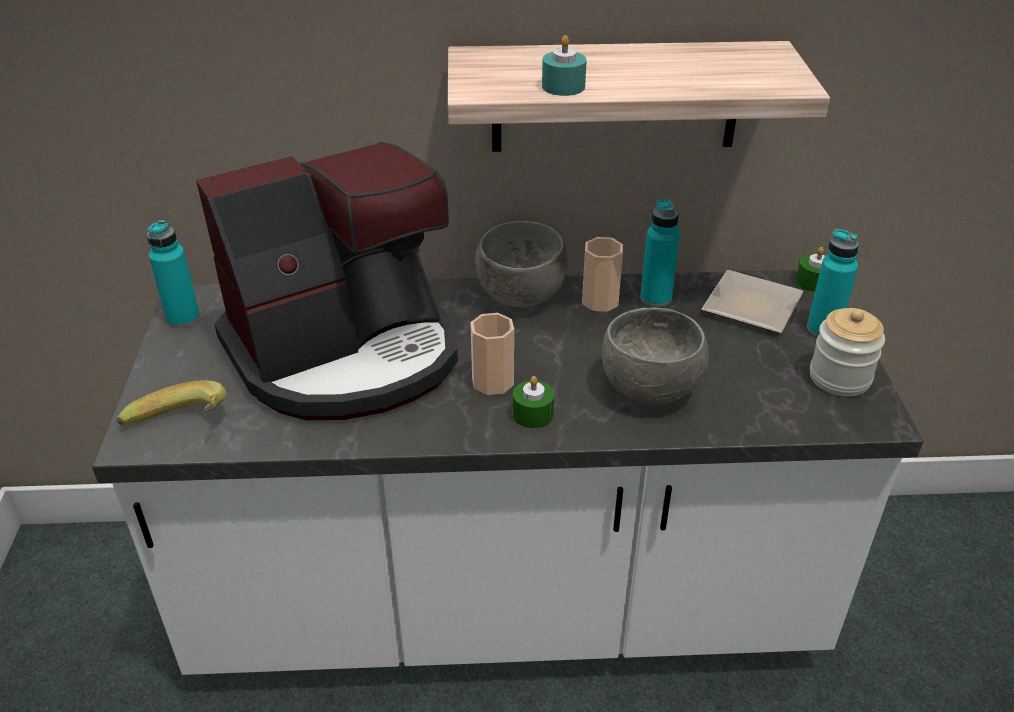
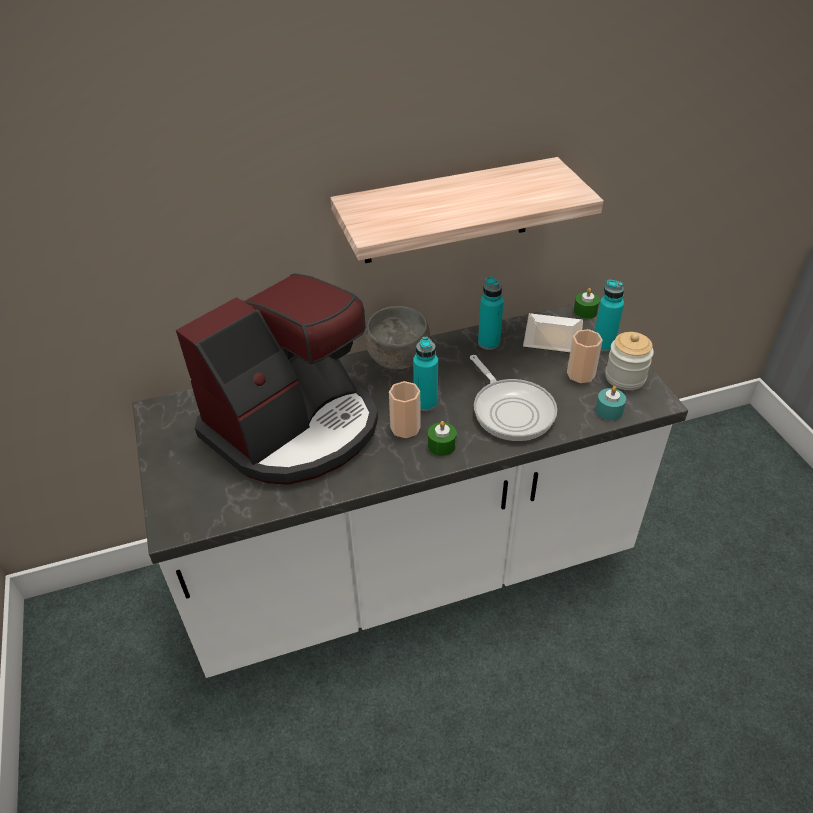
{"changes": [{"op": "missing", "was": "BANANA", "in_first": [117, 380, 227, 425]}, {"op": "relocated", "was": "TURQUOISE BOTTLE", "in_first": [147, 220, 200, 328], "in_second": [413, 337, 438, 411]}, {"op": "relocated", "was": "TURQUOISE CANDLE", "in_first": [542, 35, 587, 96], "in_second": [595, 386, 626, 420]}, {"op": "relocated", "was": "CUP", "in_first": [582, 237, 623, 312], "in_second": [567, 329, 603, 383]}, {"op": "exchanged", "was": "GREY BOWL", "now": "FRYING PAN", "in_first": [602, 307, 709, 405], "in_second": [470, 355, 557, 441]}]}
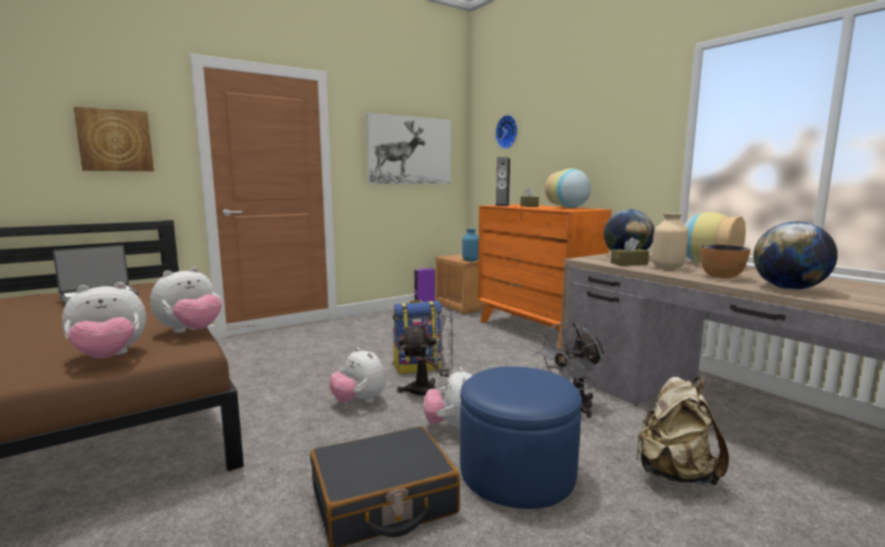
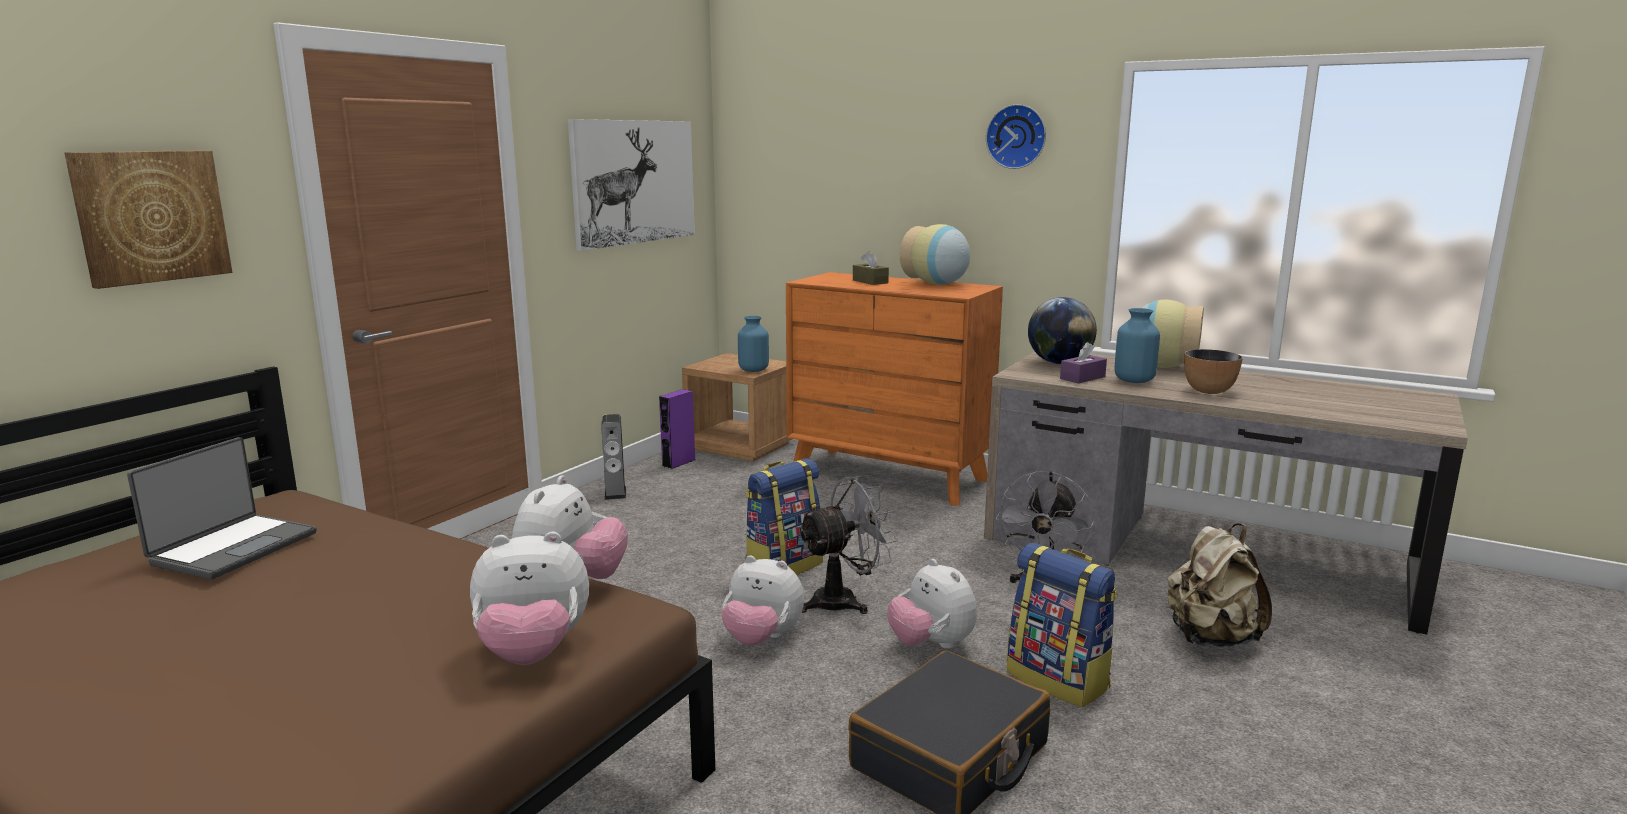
{"changes": [{"op": "spun", "was": "PLUSH TOY", "in_first": [62, 282, 146, 358], "in_second": [470, 532, 589, 665], "clockwise": 45}, {"op": "exchanged", "was": "BLUE OTTOMAN", "now": "BACKPACK", "in_first": [460, 366, 582, 509], "in_second": [1007, 543, 1117, 708]}, {"op": "relocated", "was": "WALL CLOCK", "in_first": [495, 115, 518, 149], "in_second": [986, 104, 1046, 169]}, {"op": "relocated", "was": "SPEAKER", "in_first": [495, 157, 510, 206], "in_second": [601, 414, 626, 500]}, {"op": "colour", "was": "BROWN TISSUE BOX", "now": "PURPLE TISSUE BOX", "in_first": [611, 237, 649, 266], "in_second": [1060, 342, 1107, 383]}, {"op": "colour", "was": "BEIGE VASE", "now": "BLUE VASE", "in_first": [652, 213, 688, 269], "in_second": [1114, 308, 1160, 383]}, {"op": "missing", "was": "GLOBE", "in_first": [753, 222, 838, 290]}]}
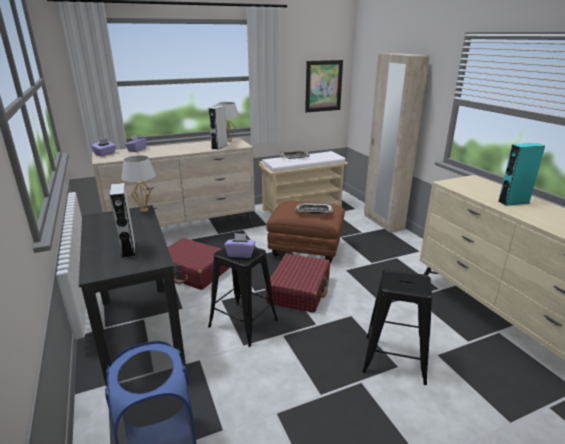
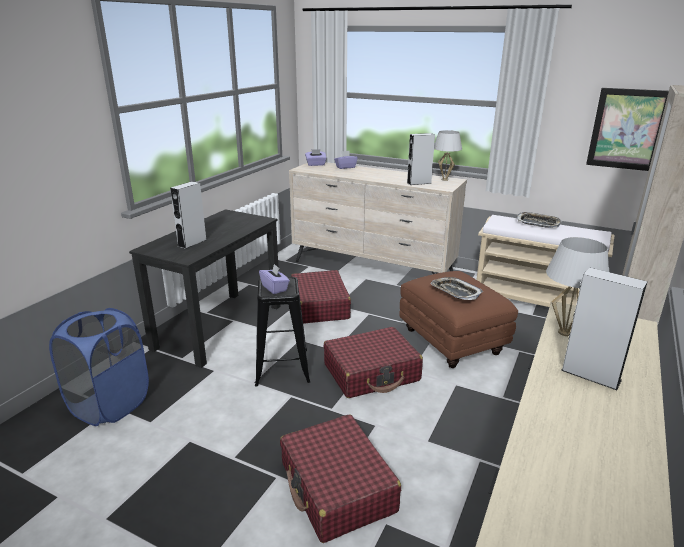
{"changes": [{"op": "relocated", "was": "WHITE TABLE LAMP", "in_first": [122, 155, 156, 212], "in_second": [546, 237, 609, 336]}, {"op": "exchanged", "was": "BLACK STOOL", "now": "RED SUITCASE", "in_first": [362, 270, 432, 385], "in_second": [280, 414, 401, 543]}, {"op": "colour", "was": "TURQUOISE SPEAKER", "now": "GREY SPEAKER", "in_first": [498, 143, 545, 206], "in_second": [561, 267, 648, 390]}]}
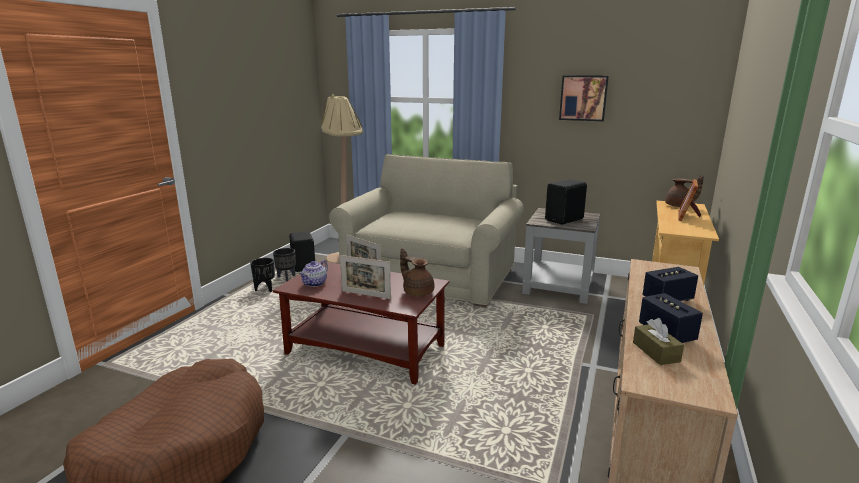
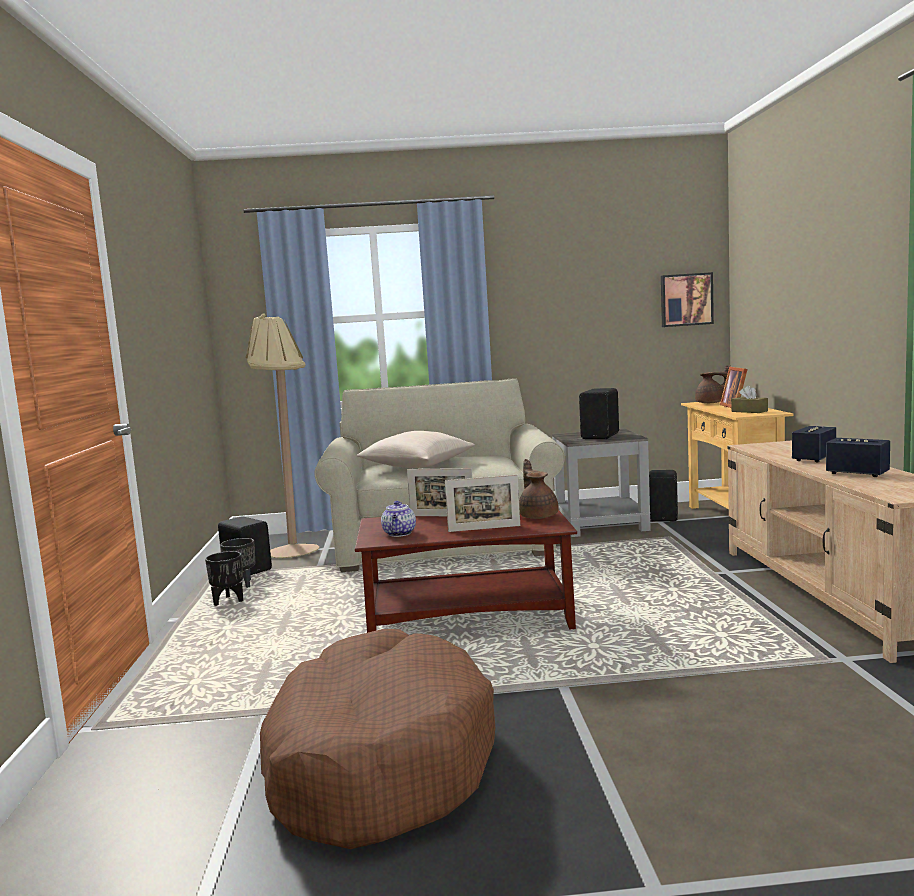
{"changes": [{"op": "spun", "was": "BROWN TEAPOT", "in_first": [400, 248, 434, 297], "in_second": [519, 459, 559, 519], "clockwise": 60}, {"op": "relocated", "was": "PICTURE", "in_first": [559, 75, 609, 121], "in_second": [661, 272, 714, 327]}, {"op": "relocated", "was": "BROWN TISSUE BOX", "in_first": [633, 318, 684, 365], "in_second": [731, 386, 768, 413]}, {"op": "appeared", "now": "BEIGE PILLOW", "in_second": [356, 431, 475, 468]}, {"op": "appeared", "now": "BLACK SPEAKER", "in_second": [649, 470, 678, 522]}]}
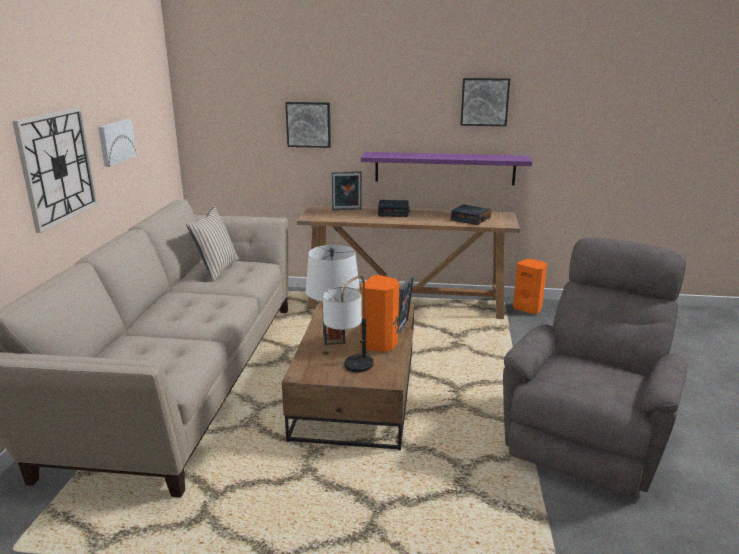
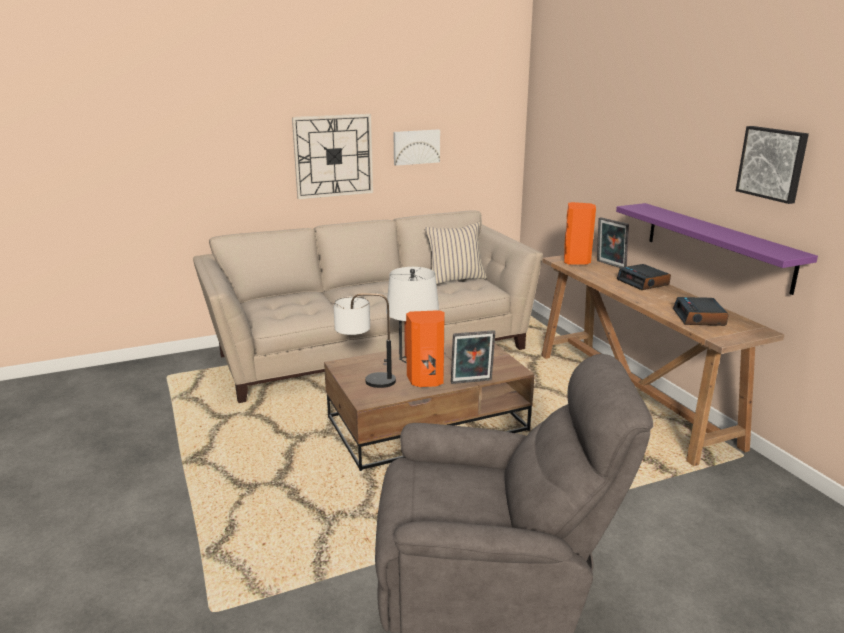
{"changes": [{"op": "missing", "was": "PICTURE", "in_first": [285, 102, 331, 148]}, {"op": "relocated", "was": "ORANGE SPEAKER", "in_first": [513, 259, 547, 314], "in_second": [564, 202, 596, 265]}]}
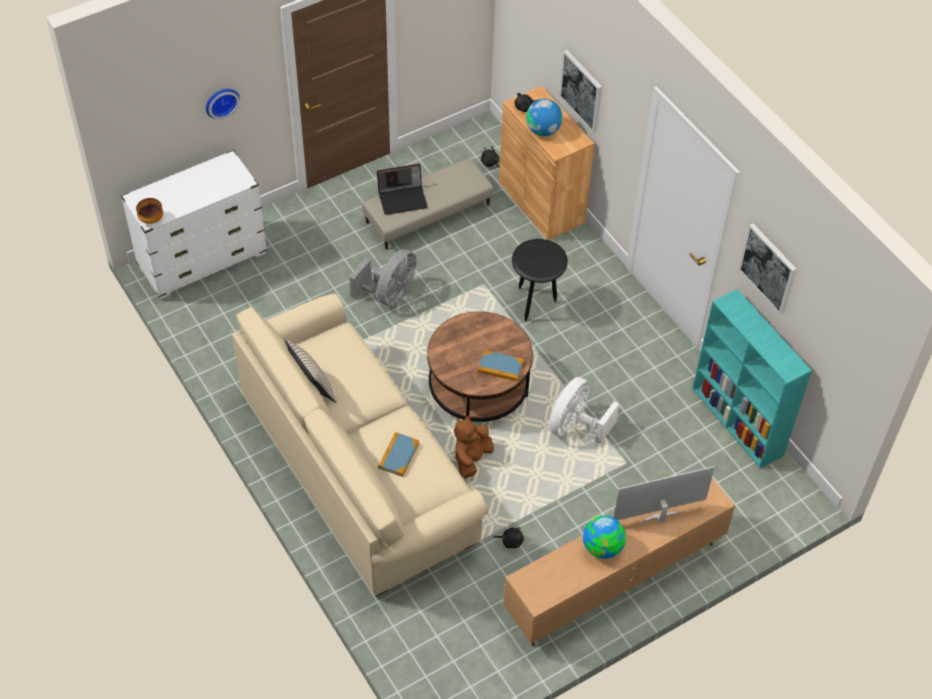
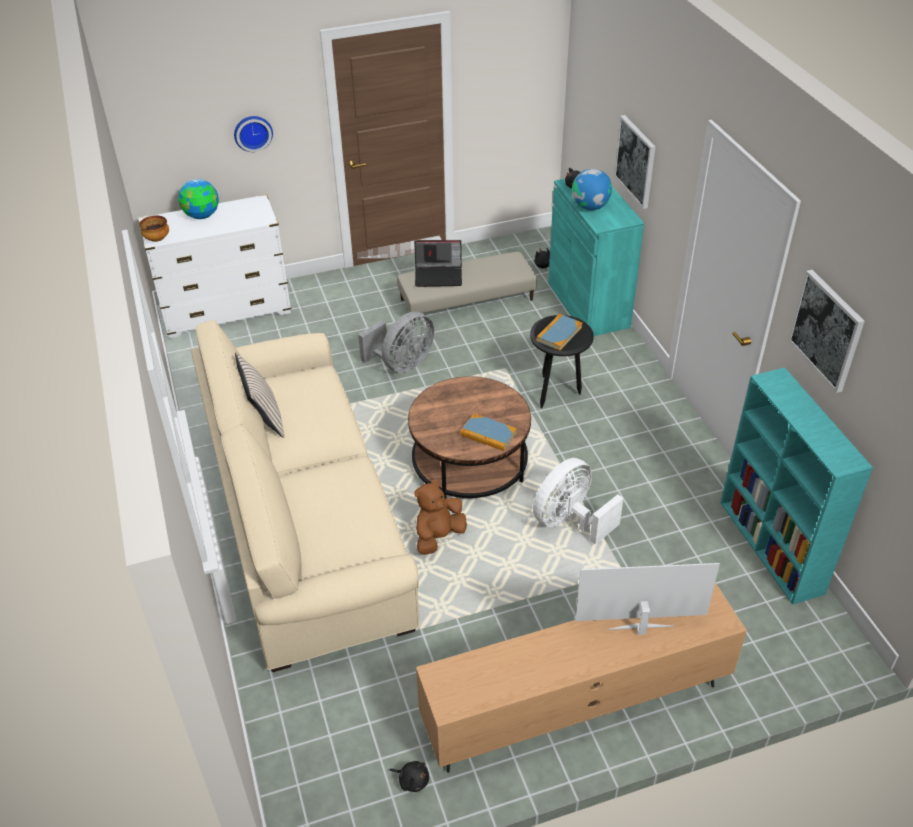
{"changes": [{"op": "relocated", "was": "BOOK", "in_first": [378, 432, 420, 477], "in_second": [536, 314, 583, 351]}, {"op": "relocated", "was": "BLACK PLUSH TOY", "in_first": [493, 527, 524, 549], "in_second": [390, 761, 429, 792]}, {"op": "colour", "was": "BROWN CABINET", "now": "TURQUOISE CABINET", "in_first": [499, 86, 595, 240], "in_second": [548, 179, 644, 336]}, {"op": "relocated", "was": "GLOBE", "in_first": [583, 515, 626, 559], "in_second": [178, 179, 219, 219]}]}
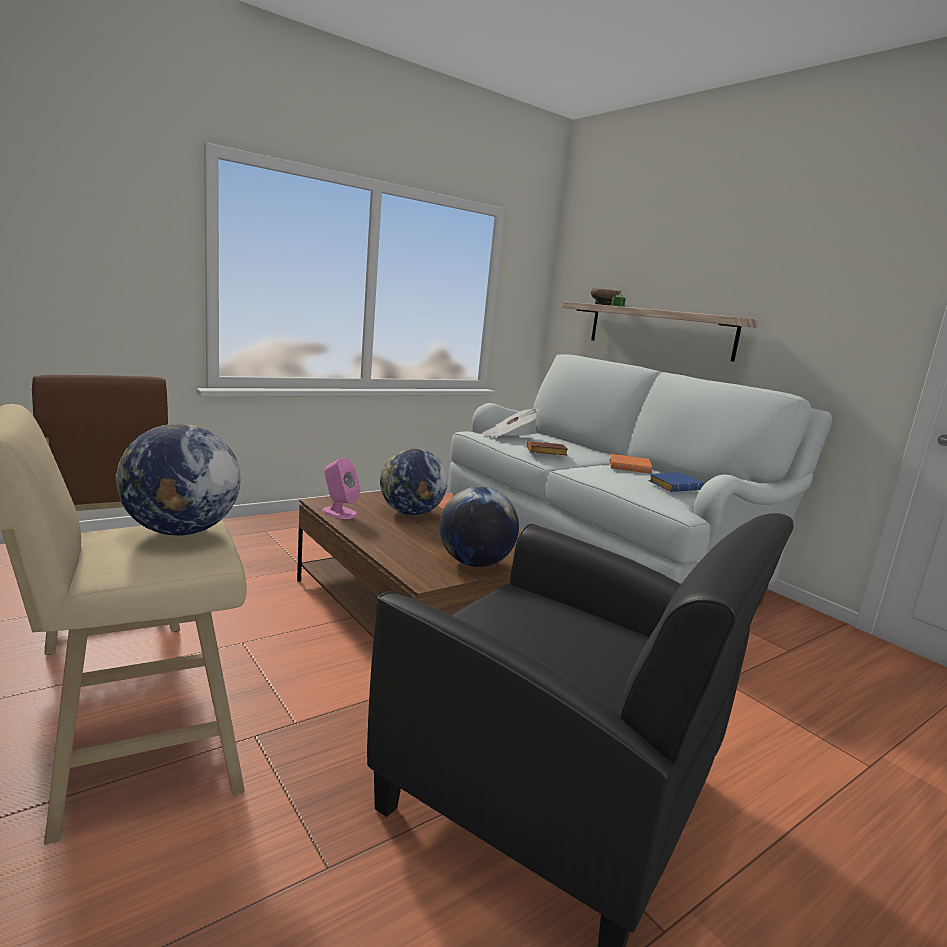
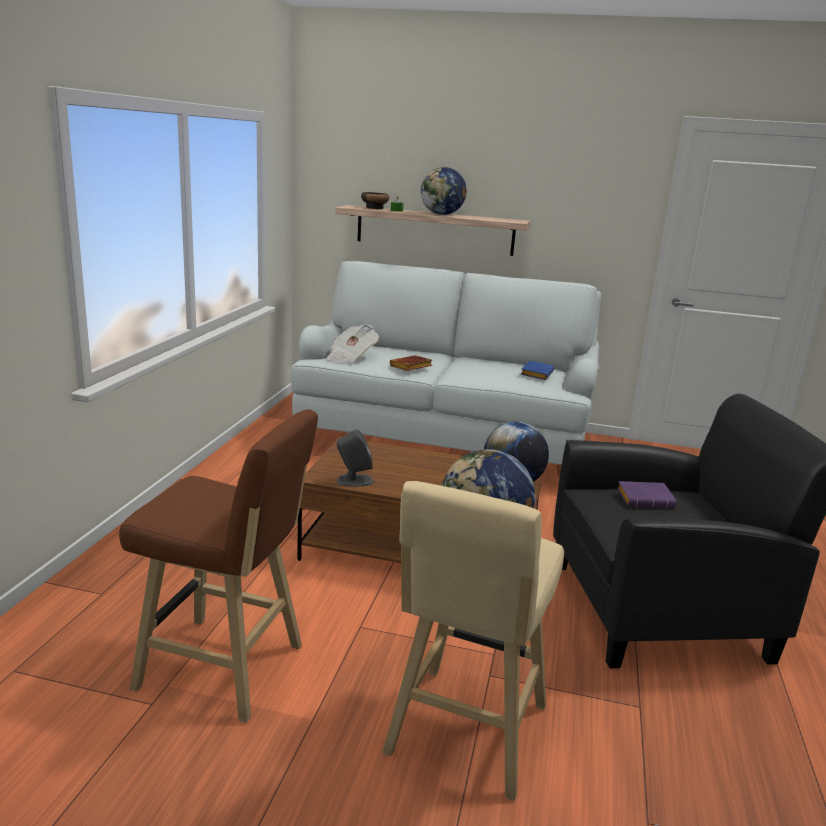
{"changes": [{"op": "colour", "was": "PINK SPEAKER", "now": "GREY SPEAKER", "in_first": [322, 458, 360, 519], "in_second": [337, 429, 373, 487]}, {"op": "relocated", "was": "GLOBE", "in_first": [380, 448, 448, 515], "in_second": [421, 167, 467, 215]}, {"op": "missing", "was": "ORANGE BOOK", "in_first": [609, 454, 652, 474]}, {"op": "appeared", "now": "PURPLE BOOK", "in_second": [617, 481, 676, 508]}]}
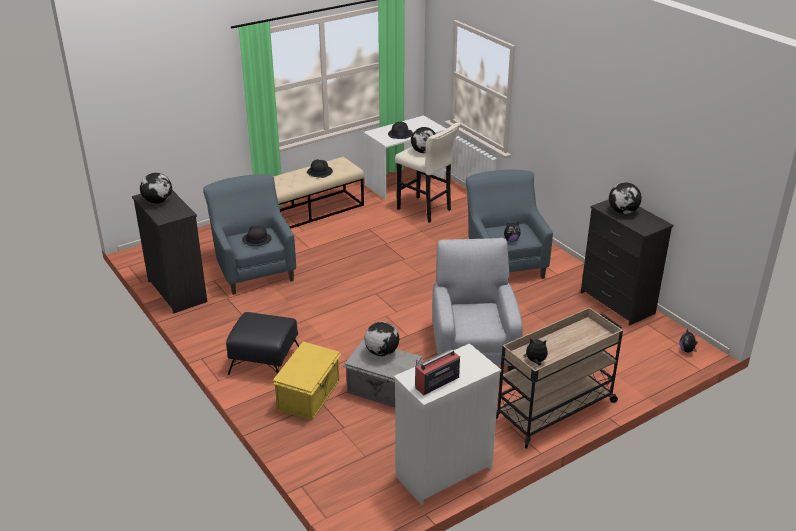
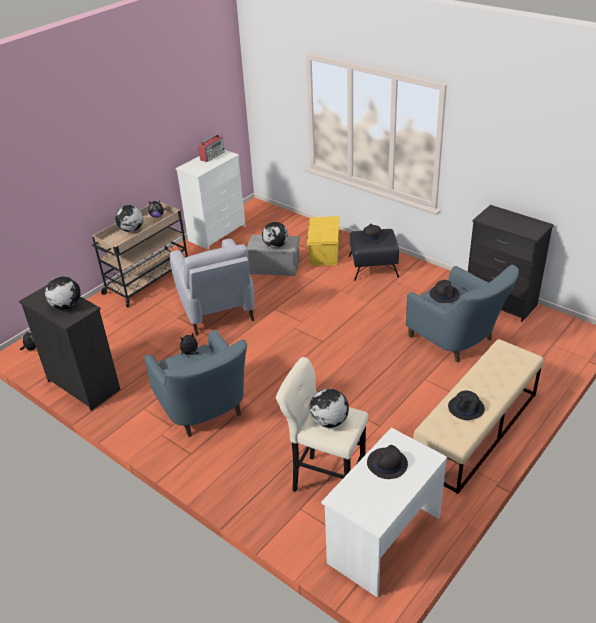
{"changes": [{"op": "relocated", "was": "GLOBE", "in_first": [140, 173, 172, 204], "in_second": [115, 205, 143, 232]}, {"op": "appeared", "now": "BLACK HAT", "in_second": [359, 224, 385, 243]}]}
